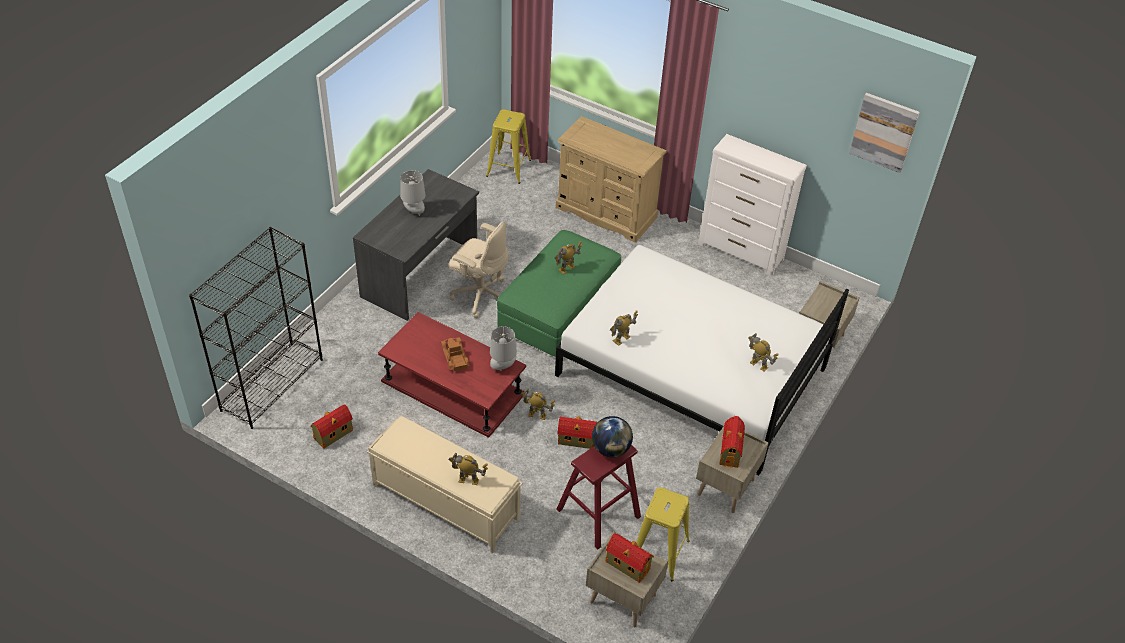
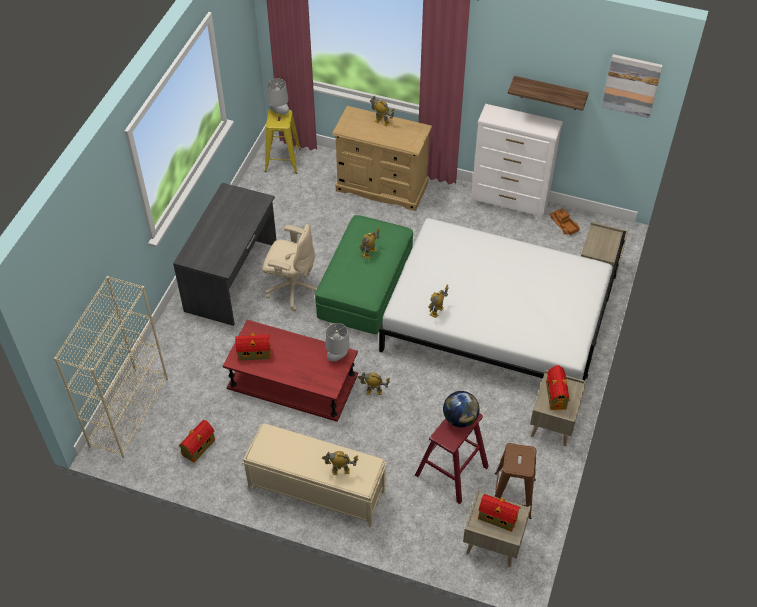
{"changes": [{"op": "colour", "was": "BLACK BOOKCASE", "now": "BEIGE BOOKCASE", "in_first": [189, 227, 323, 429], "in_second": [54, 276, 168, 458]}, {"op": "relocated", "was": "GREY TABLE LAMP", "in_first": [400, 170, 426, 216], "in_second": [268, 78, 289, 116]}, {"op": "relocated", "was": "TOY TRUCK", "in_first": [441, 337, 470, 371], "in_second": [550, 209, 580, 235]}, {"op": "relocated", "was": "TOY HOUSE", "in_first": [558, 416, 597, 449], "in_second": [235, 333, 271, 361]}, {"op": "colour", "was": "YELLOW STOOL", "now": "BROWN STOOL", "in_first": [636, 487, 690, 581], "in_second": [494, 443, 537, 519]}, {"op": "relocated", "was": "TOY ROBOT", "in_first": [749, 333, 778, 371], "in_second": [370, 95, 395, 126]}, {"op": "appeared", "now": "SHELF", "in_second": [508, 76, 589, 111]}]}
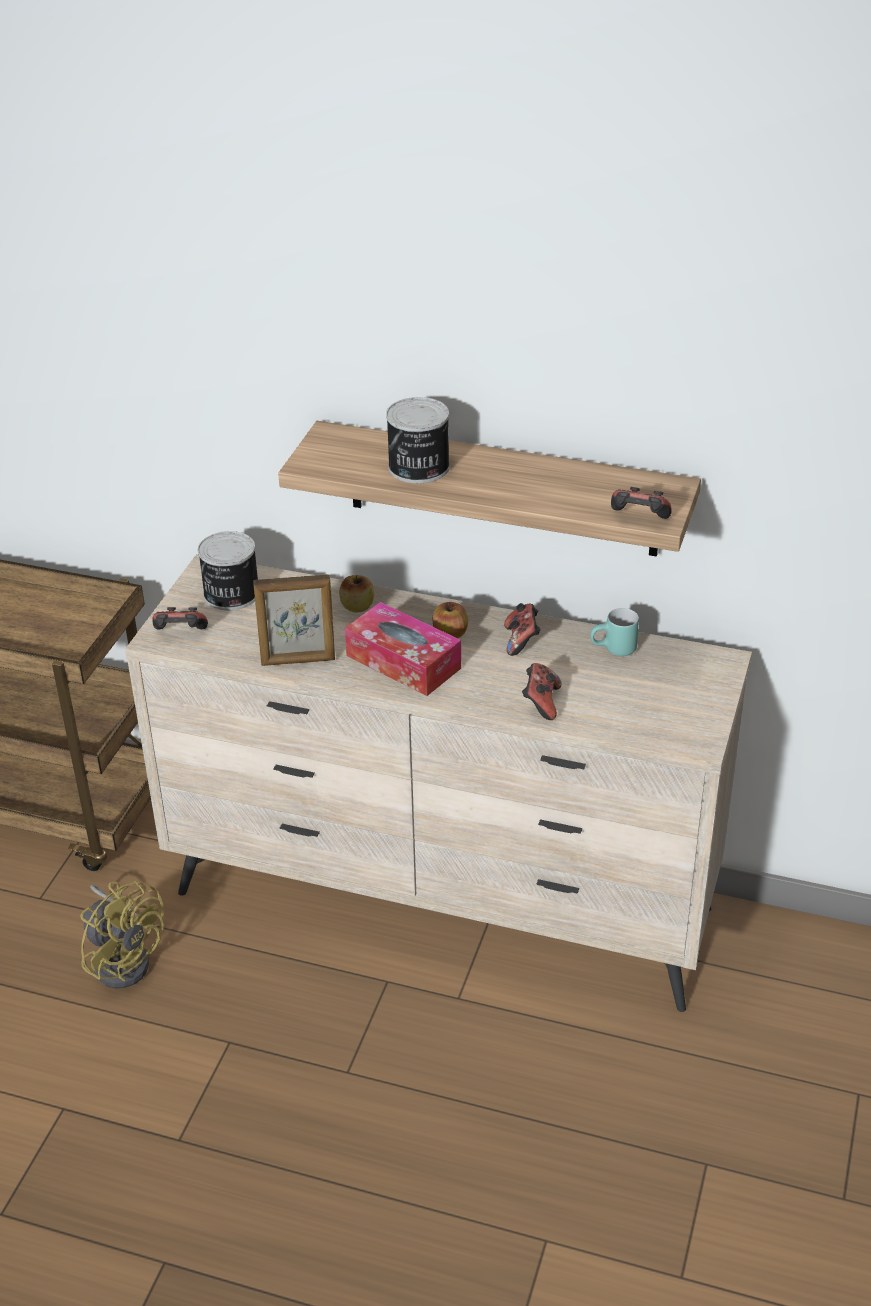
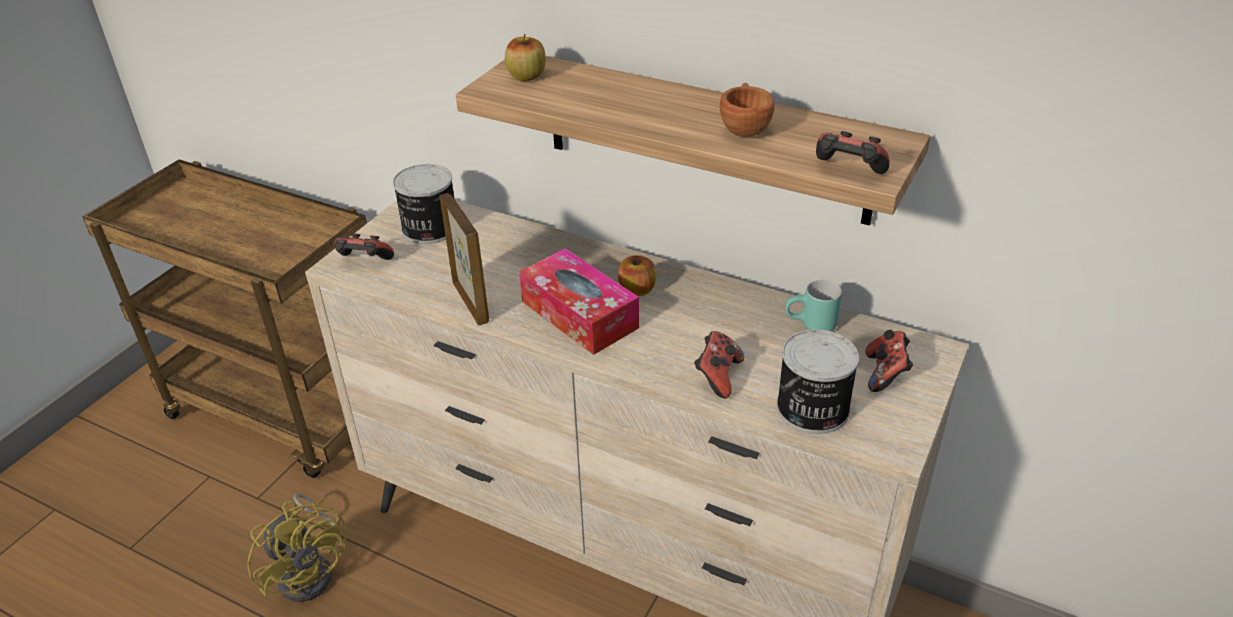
{"changes": [{"op": "spun", "was": "PICTURE FRAME", "in_first": [253, 574, 335, 666], "in_second": [440, 193, 489, 326], "clockwise": -120}, {"op": "relocated", "was": "APPLE", "in_first": [339, 575, 374, 613], "in_second": [505, 34, 546, 81]}, {"op": "relocated", "was": "CAN", "in_first": [386, 397, 450, 483], "in_second": [777, 329, 859, 434]}, {"op": "relocated", "was": "GAME CONTROLLER", "in_first": [504, 603, 541, 656], "in_second": [865, 330, 913, 392]}, {"op": "appeared", "now": "BROWN CUP", "in_second": [720, 83, 775, 137]}]}
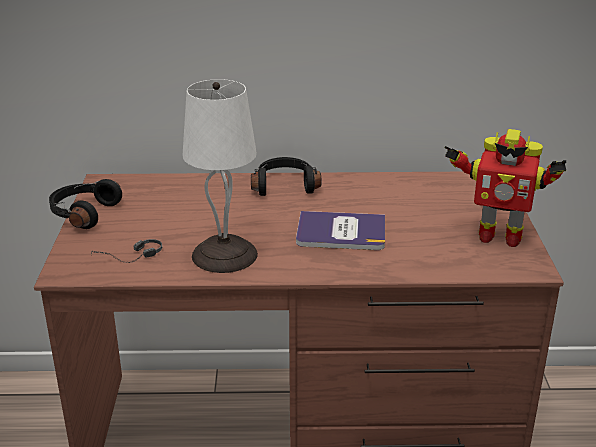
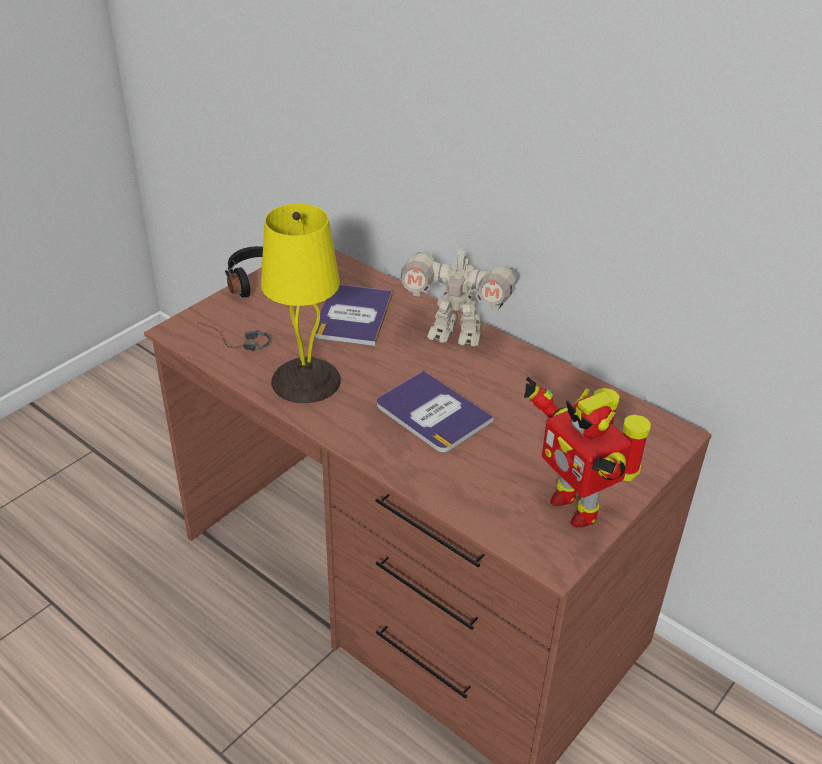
{"changes": [{"op": "colour", "was": "WHITE TABLE LAMP", "now": "YELLOW TABLE LAMP", "in_first": [183, 79, 258, 273], "in_second": [261, 204, 341, 403]}, {"op": "exchanged", "was": "BLACK HEADPHONES", "now": "TOY ROBOT", "in_first": [251, 157, 322, 196], "in_second": [401, 241, 519, 346]}, {"op": "appeared", "now": "BOOK", "in_second": [314, 284, 393, 346]}]}
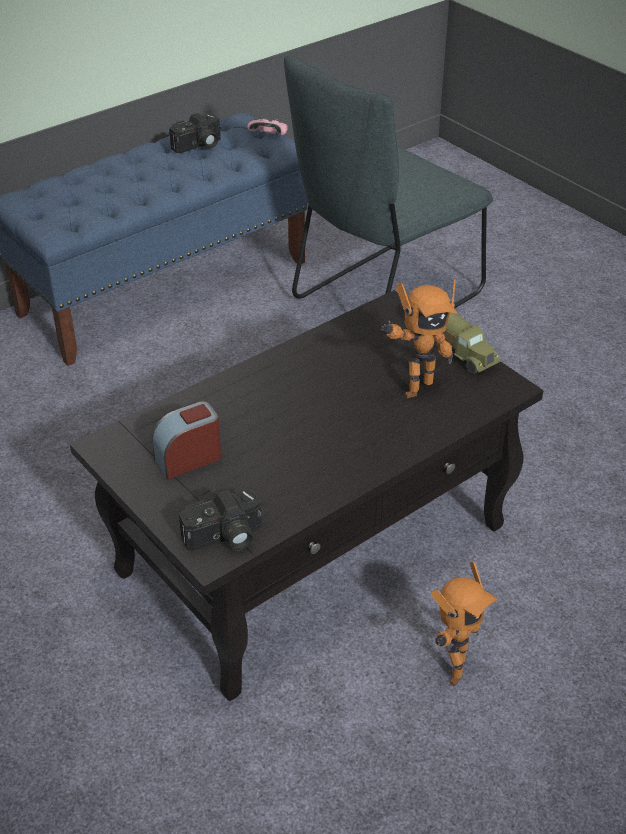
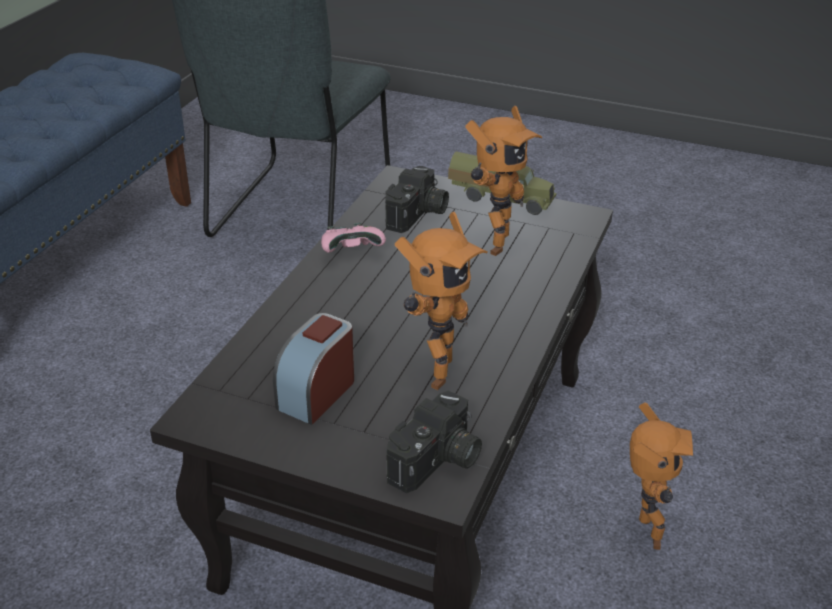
{"changes": [{"op": "relocated", "was": "PHOTO CAMERA", "in_first": [169, 113, 221, 153], "in_second": [385, 166, 449, 233]}, {"op": "relocated", "was": "PINK GAME CONTROLLER", "in_first": [247, 117, 288, 135], "in_second": [321, 223, 386, 253]}, {"op": "appeared", "now": "TOY ROBOT", "in_second": [395, 212, 488, 390]}]}
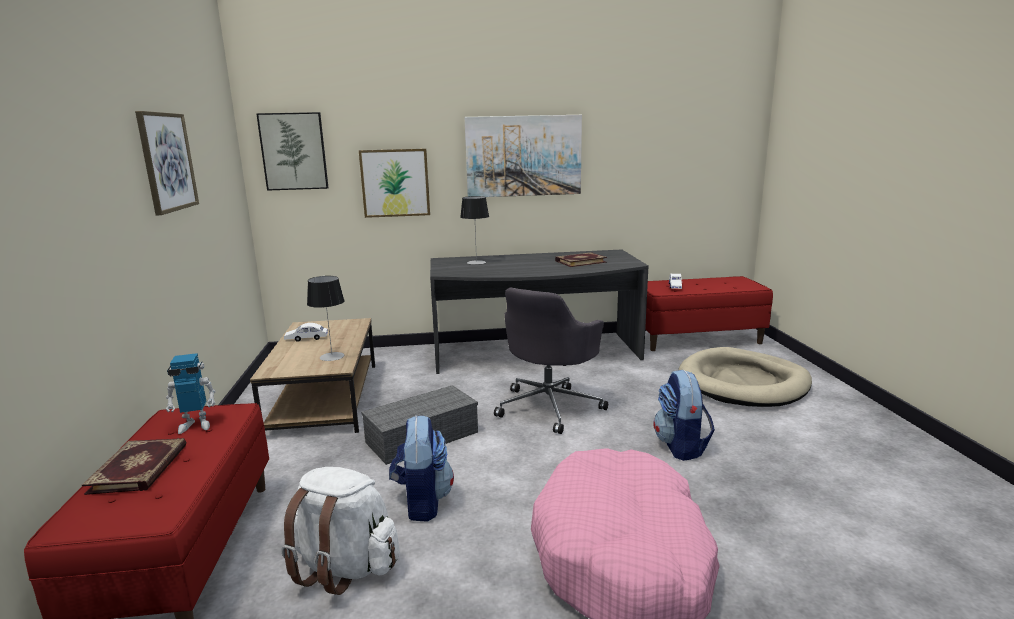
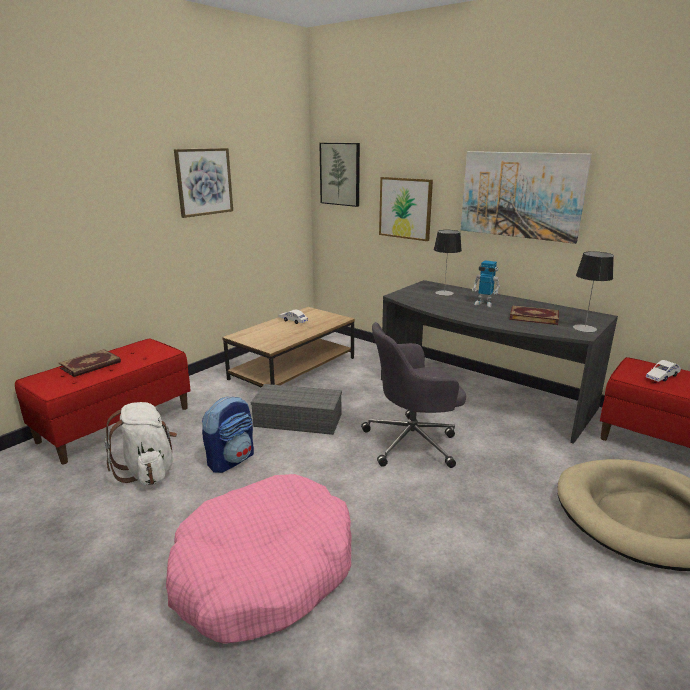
{"changes": [{"op": "relocated", "was": "TOY ROBOT", "in_first": [166, 353, 216, 434], "in_second": [472, 260, 500, 307]}, {"op": "relocated", "was": "TABLE LAMP", "in_first": [307, 276, 345, 361], "in_second": [573, 251, 614, 332]}, {"op": "missing", "was": "BACKPACK", "in_first": [653, 370, 715, 461]}]}
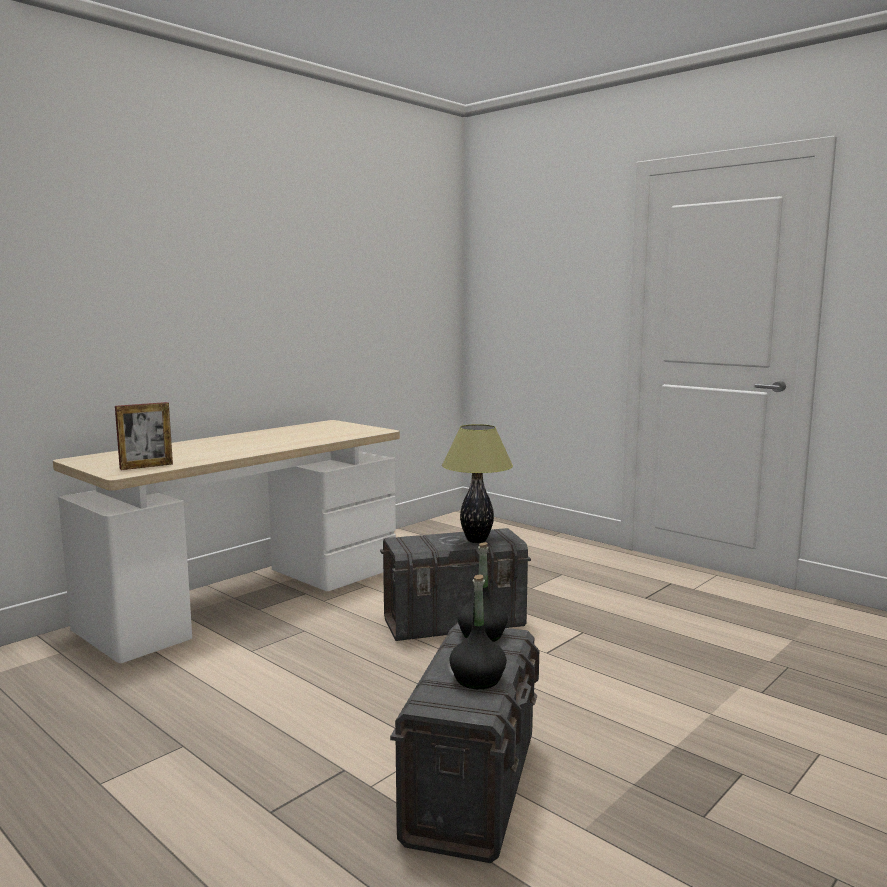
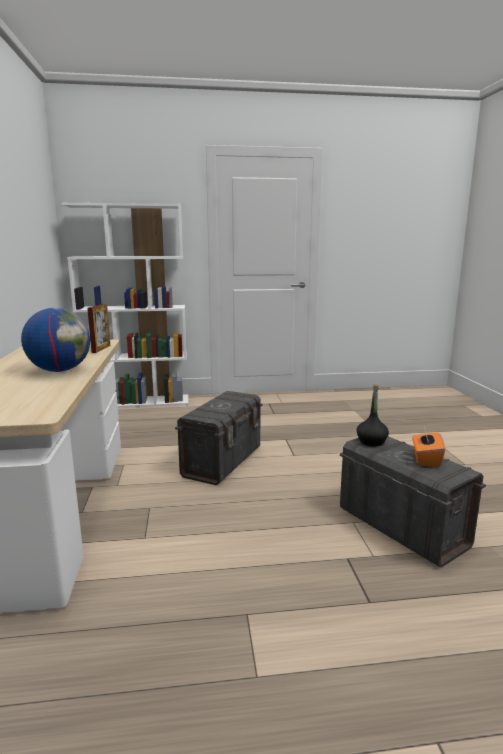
{"changes": [{"op": "relocated", "was": "PICTURE FRAME", "in_first": [115, 402, 173, 470], "in_second": [87, 304, 110, 353]}, {"op": "missing", "was": "TABLE LAMP", "in_first": [442, 424, 513, 543]}, {"op": "exchanged", "was": "BLACK BOTTLE", "now": "ORANGE TISSUE BOX", "in_first": [449, 574, 507, 689], "in_second": [412, 426, 445, 467]}, {"op": "appeared", "now": "GLOBE", "in_second": [21, 308, 90, 372]}, {"op": "appeared", "now": "WHITE BOOKCASE", "in_second": [62, 203, 188, 408]}]}
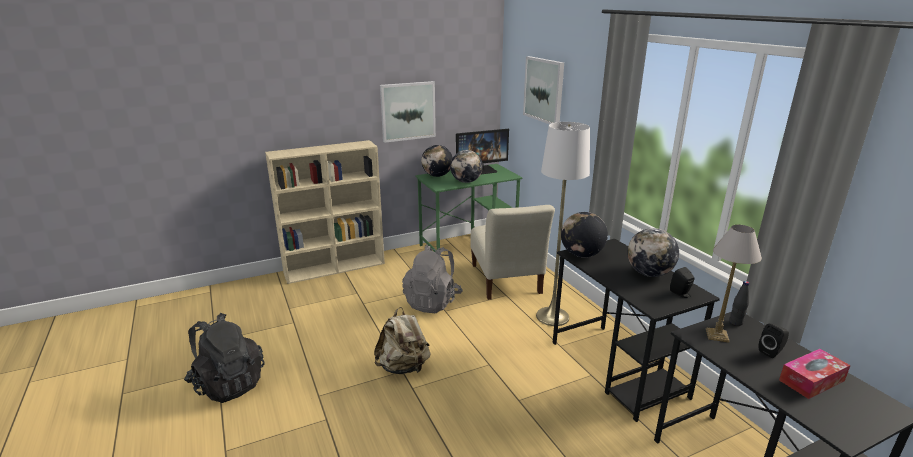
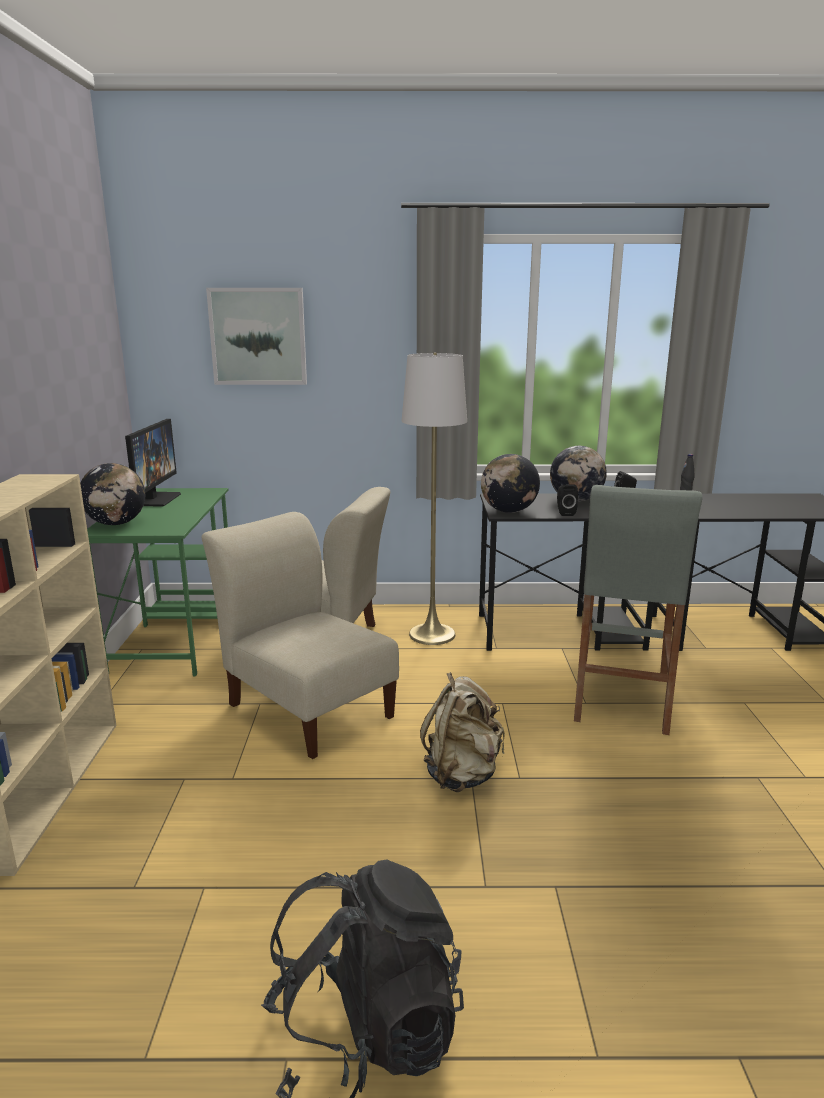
{"changes": [{"op": "missing", "was": "PICTURE", "in_first": [380, 81, 436, 143]}, {"op": "exchanged", "was": "GREY BACKPACK", "now": "BEIGE CHAIR", "in_first": [402, 244, 463, 313], "in_second": [202, 512, 399, 759]}, {"op": "missing", "was": "GLOBE", "in_first": [450, 150, 483, 183]}, {"op": "missing", "was": "TABLE LAMP", "in_first": [706, 225, 762, 343]}, {"op": "relocated", "was": "BLACK SPEAKER", "in_first": [758, 324, 789, 358], "in_second": [557, 484, 578, 516]}, {"op": "missing", "was": "TISSUE BOX", "in_first": [779, 349, 851, 399]}, {"op": "appeared", "now": "GREY STOOL", "in_second": [574, 485, 702, 735]}]}
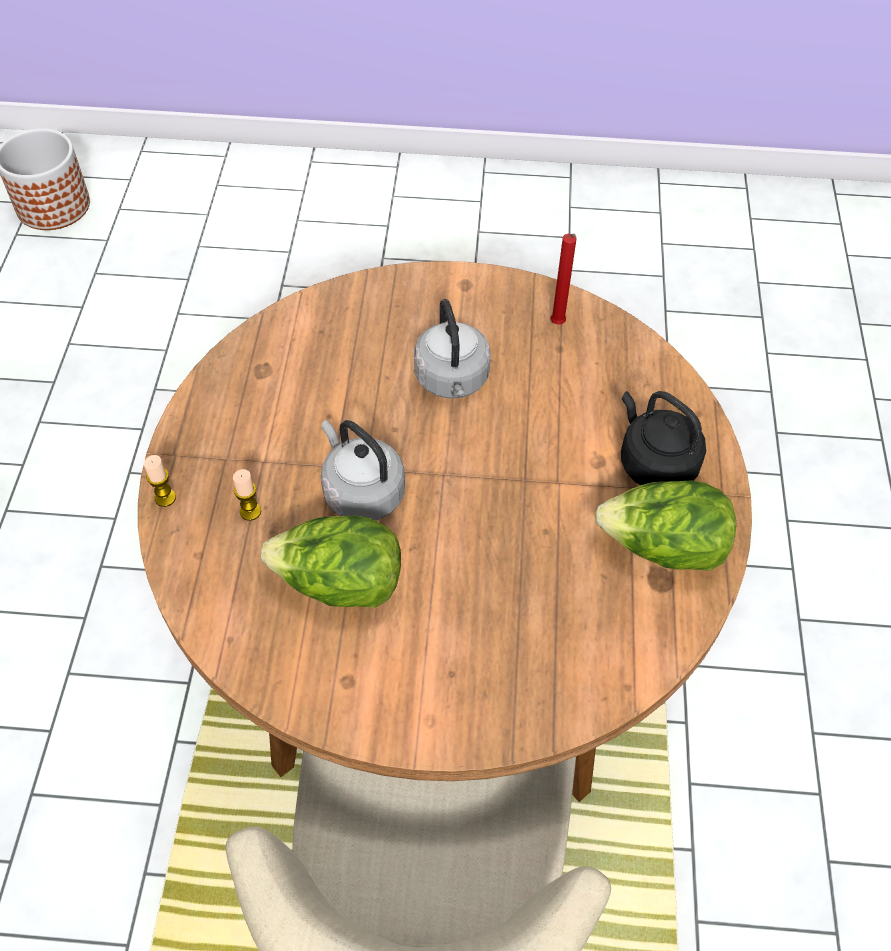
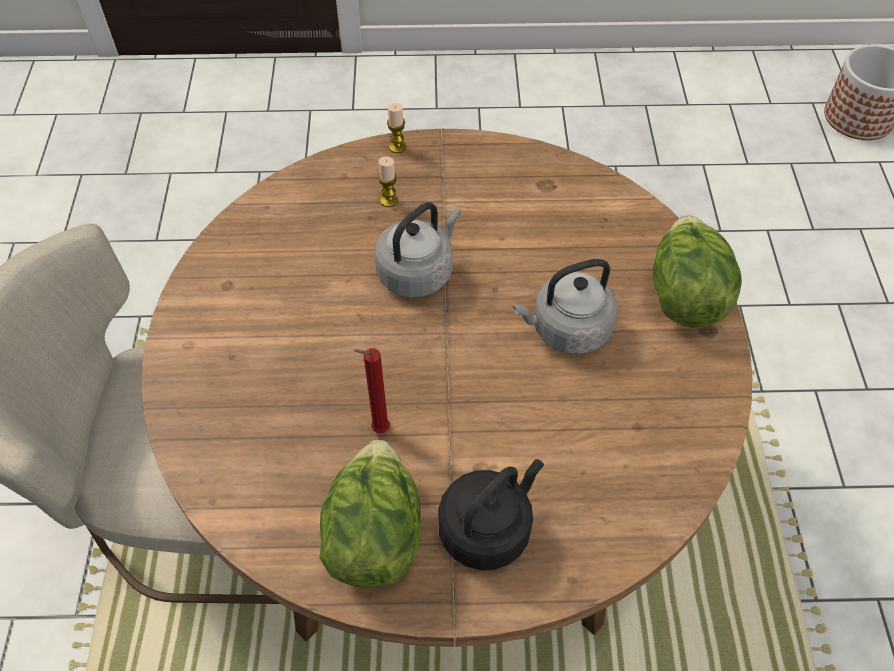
{"changes": [{"op": "relocated", "was": "LETTUCE", "in_first": [261, 515, 401, 608], "in_second": [653, 215, 742, 328]}, {"op": "relocated", "was": "RED CANDLE", "in_first": [551, 234, 576, 325], "in_second": [354, 348, 390, 433]}]}
